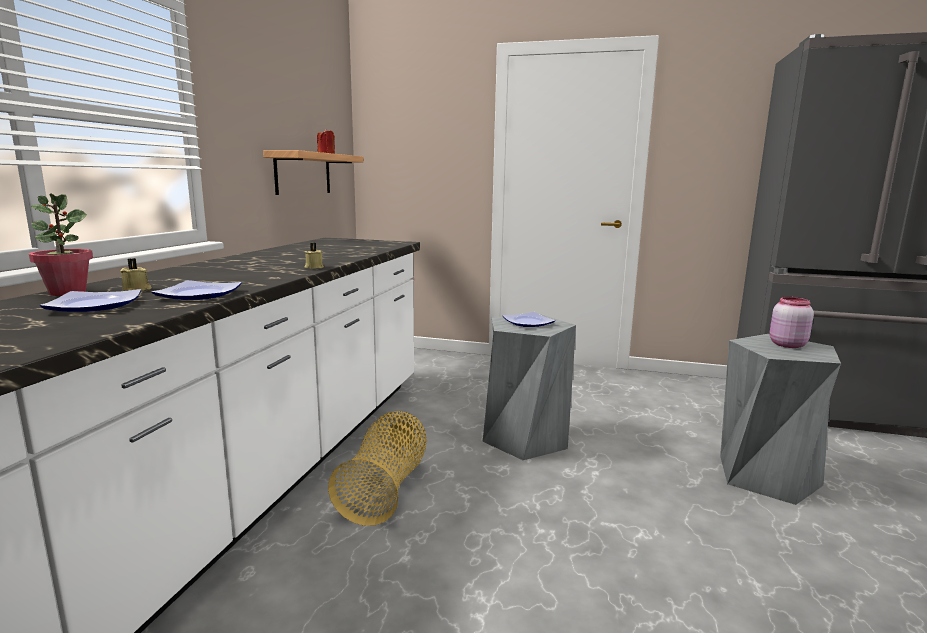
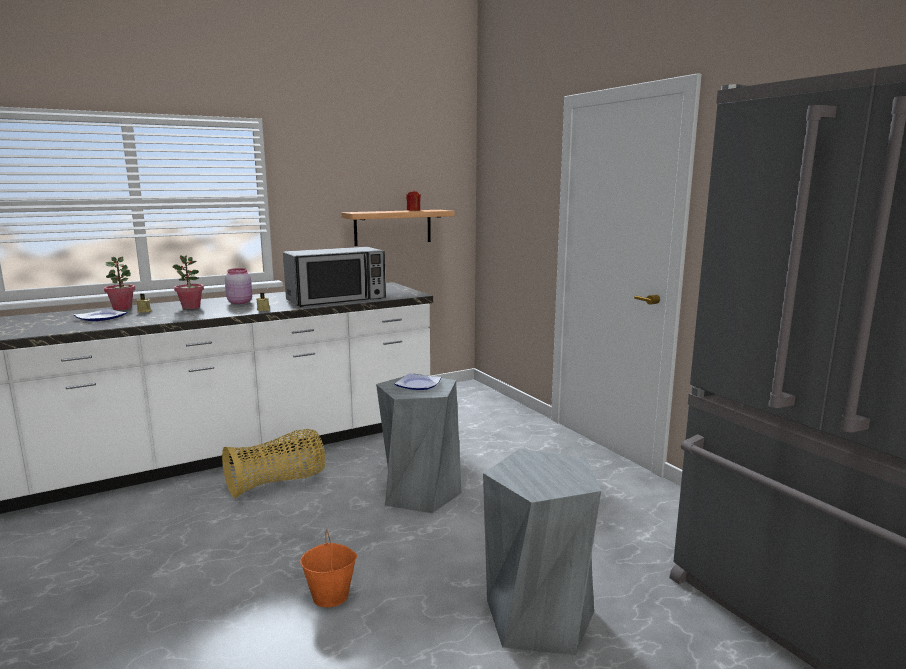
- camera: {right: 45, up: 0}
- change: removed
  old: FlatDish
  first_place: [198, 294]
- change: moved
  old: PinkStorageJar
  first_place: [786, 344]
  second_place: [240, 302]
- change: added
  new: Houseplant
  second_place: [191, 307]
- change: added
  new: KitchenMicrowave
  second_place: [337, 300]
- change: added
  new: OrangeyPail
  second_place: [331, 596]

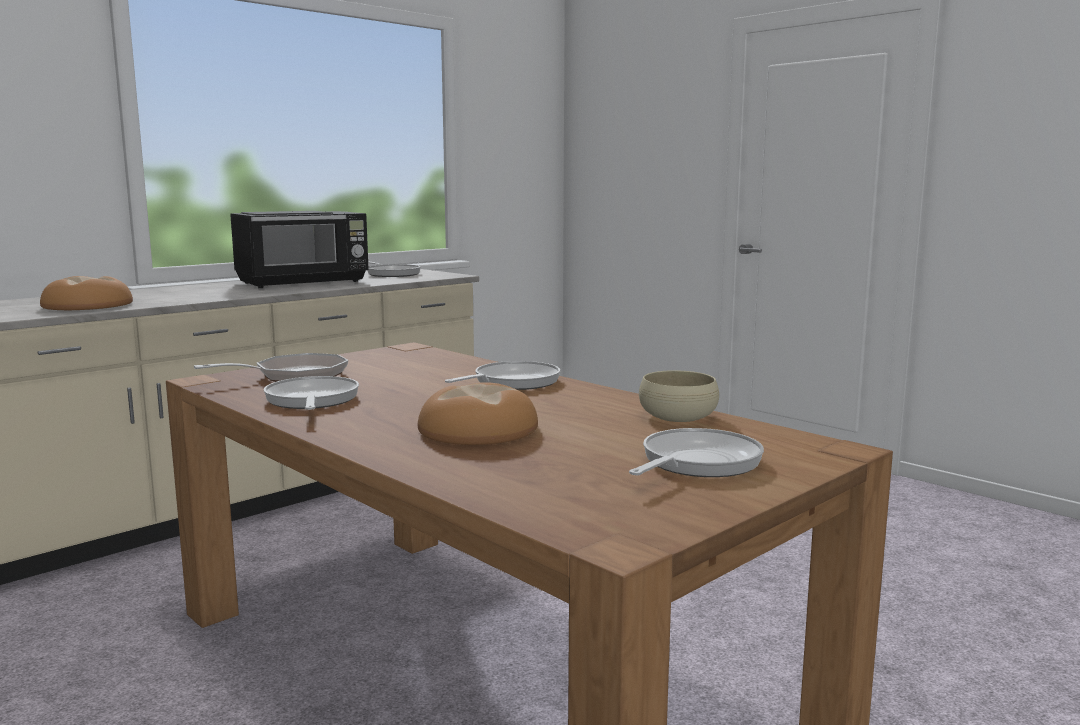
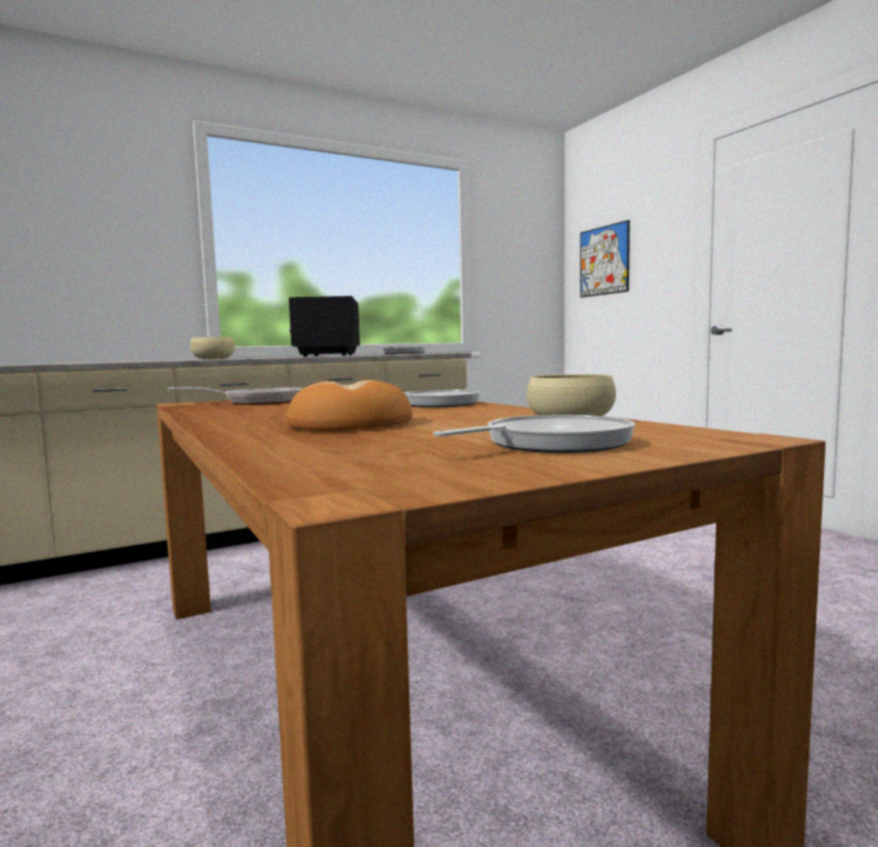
- camera: {right: 15, up: -5}
- change: removed
  old: Bread
  first_place: [87, 306]
- change: turned
  old: BlackColouredKitchenMicrowave
  first_place: [304, 282]
  second_place: [327, 355]
  degrees: 105
- change: removed
  old: FryingPan
  first_place: [311, 400]
- change: added
  new: SandColouredDeepDish
  second_place: [213, 359]
- change: added
  new: WallArt
  second_place: [604, 260]

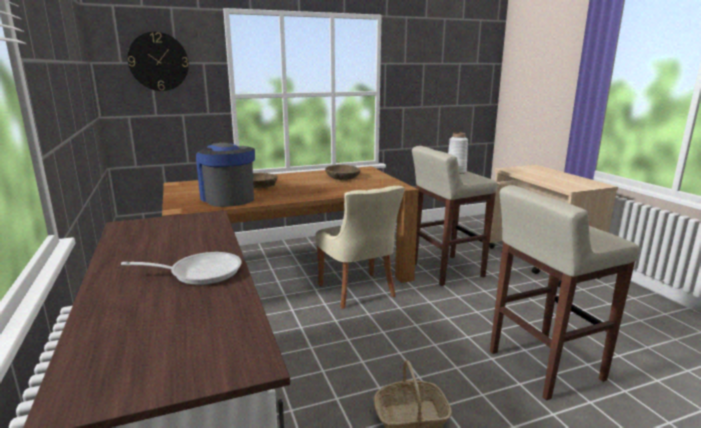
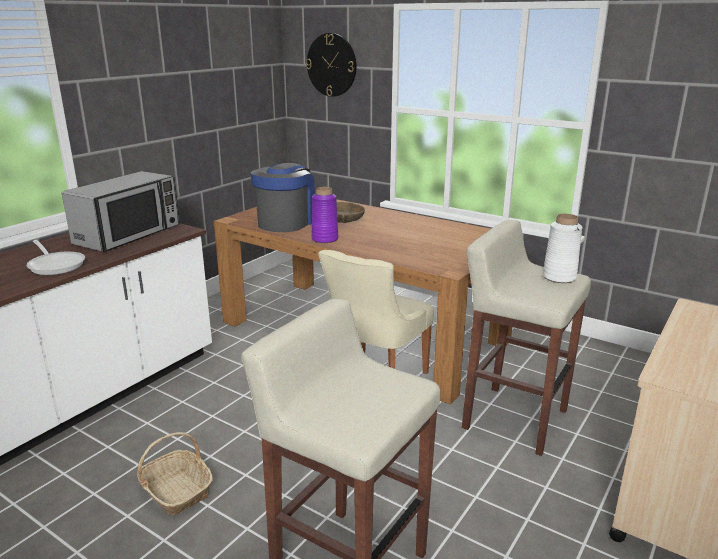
- camera: {right: 55, up: 5}
- change: removed
  old: BrownColouredDeepDish
  first_place: [342, 177]
- change: added
  new: KitchenMicrowave
  second_place: [129, 235]
- change: added
  new: PurpleDecorativeVase
  second_place: [325, 239]

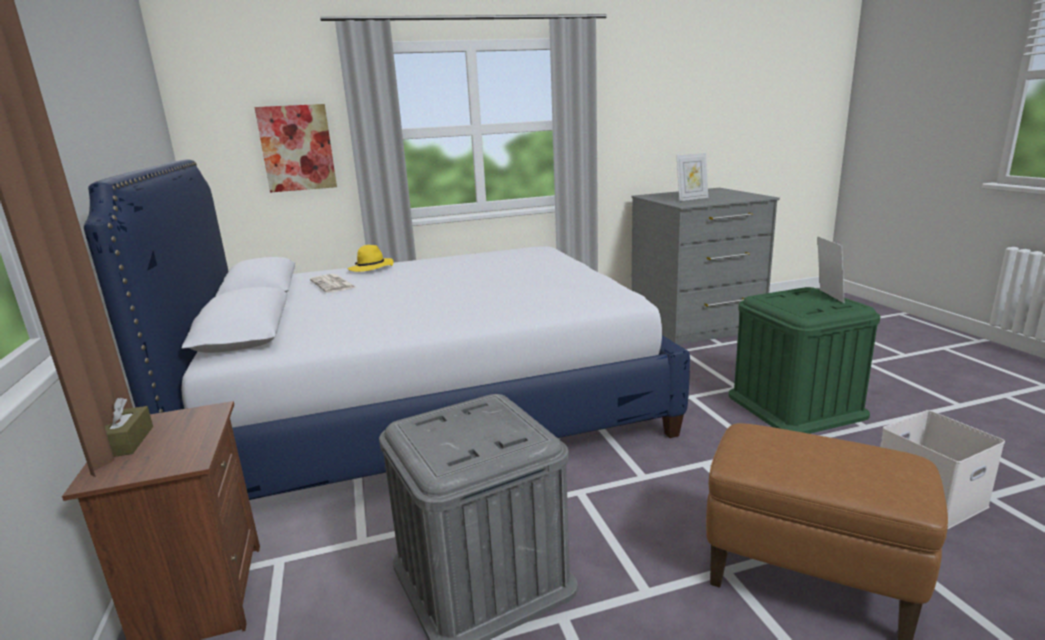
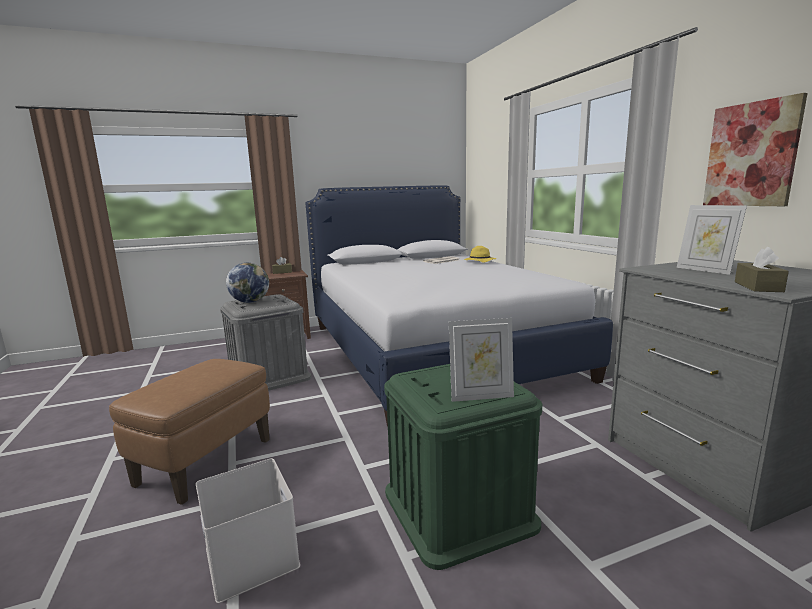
- camera: {right: 85, up: -5}
- change: moved
  old: WallArt
  first_place: [297, 148]
  second_place: [751, 155]
- change: added
  new: DeskGlobe
  second_place: [250, 302]
- change: added
  new: BrownColouredBoxOfTissues
  second_place: [758, 287]

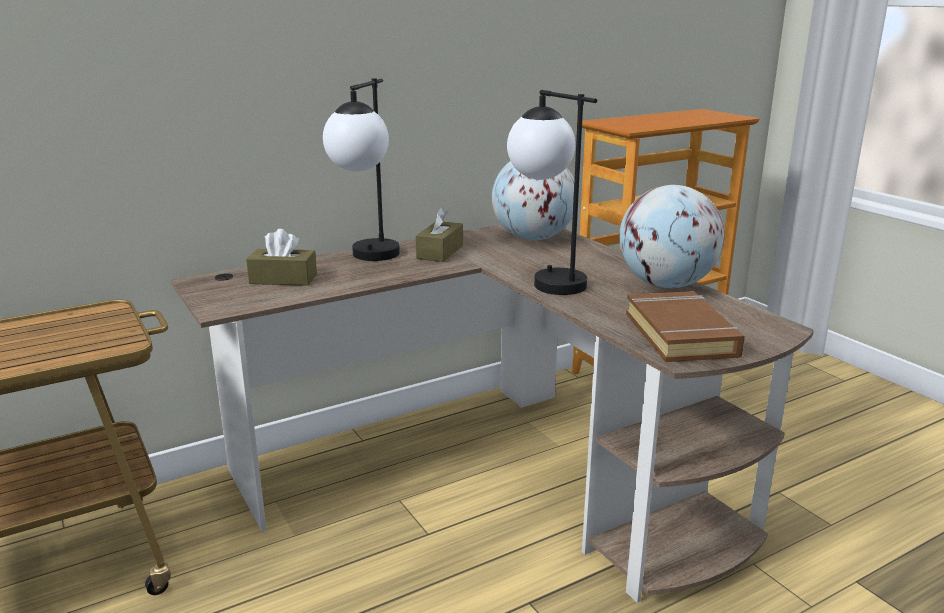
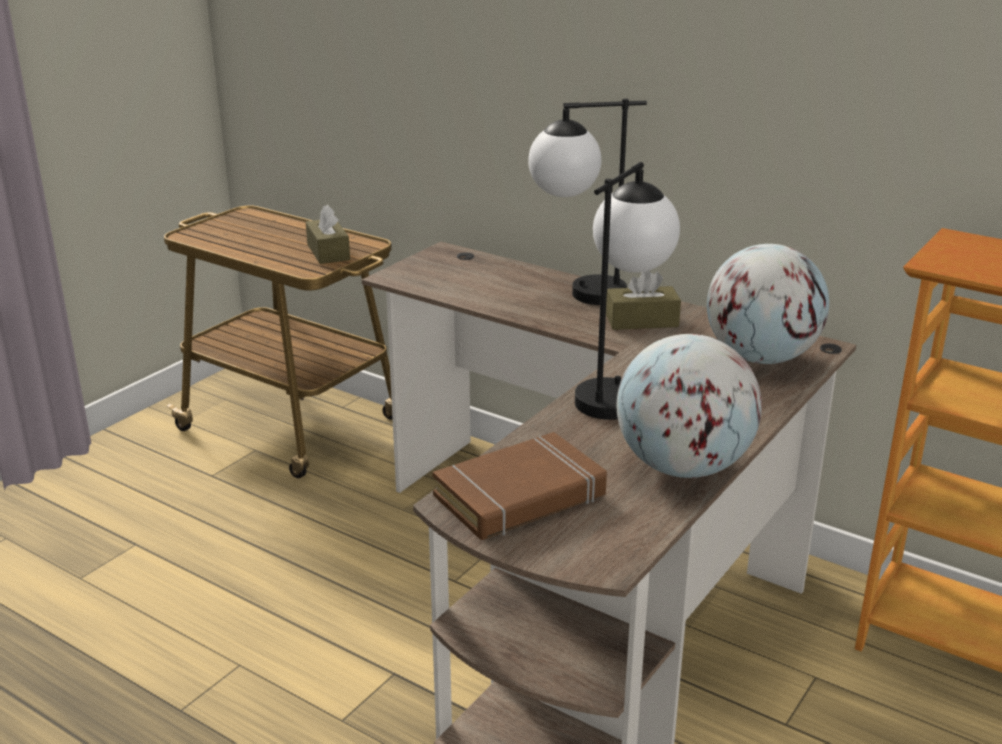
- camera: {right: 65, up: 5}
- change: moved
  old: BrownColouredBoxOfTissues
  first_place: [283, 279]
  second_place: [328, 252]

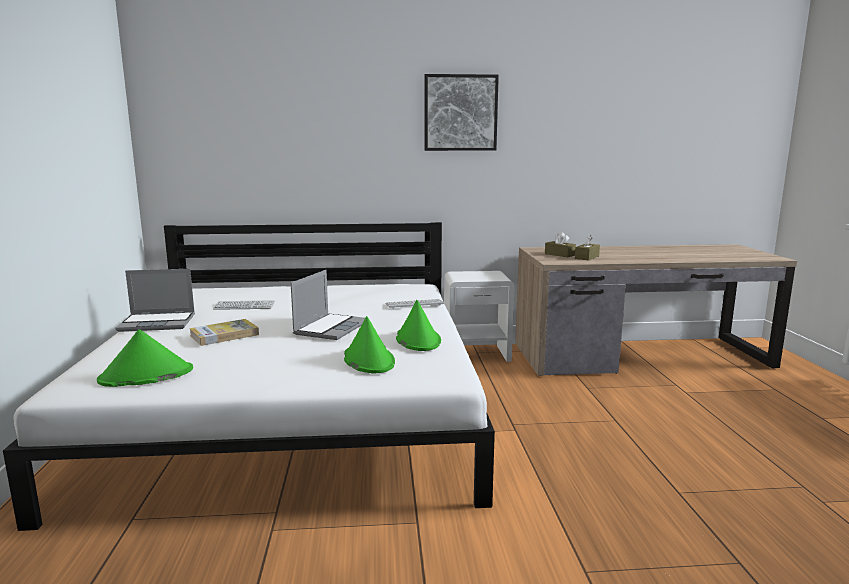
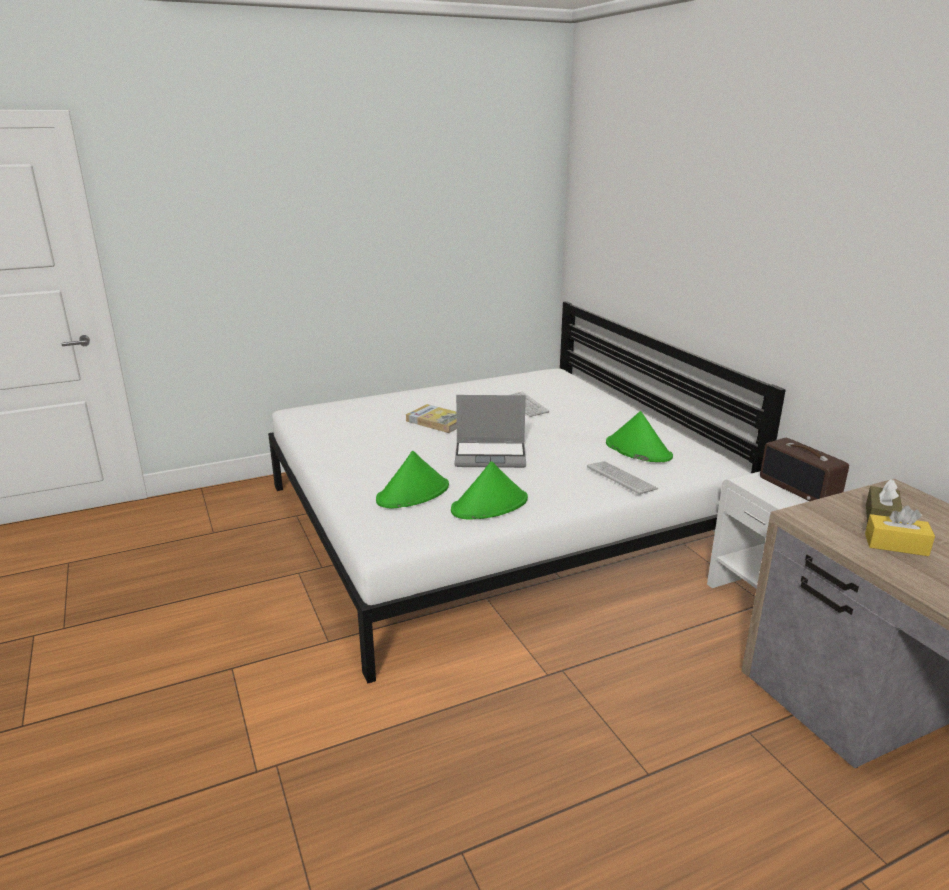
- camera: {right: 70, up: 10}
- change: moved
  old: GreenishHat
  first_place: [146, 375]
  second_place: [637, 450]
- change: removed
  old: Laptop
  first_place: [158, 323]
- change: removed
  old: WallArt
  first_place: [460, 113]
- change: recoloured
  old: BrownColouredBoxOfTissues
  new: YellowishBoxOfTissues
  first_place: [587, 257]
  second_place: [896, 545]
- change: added
  new: Radio
  second_place: [800, 488]

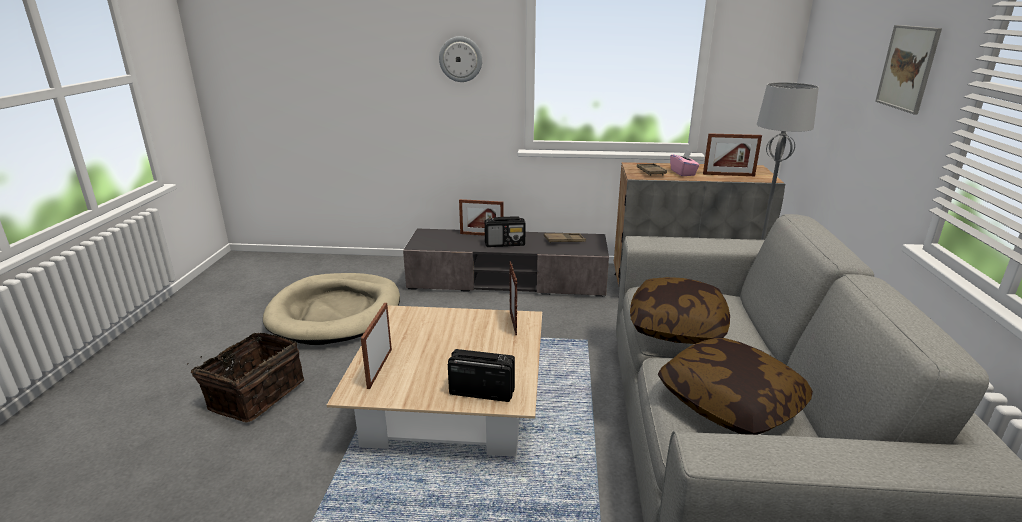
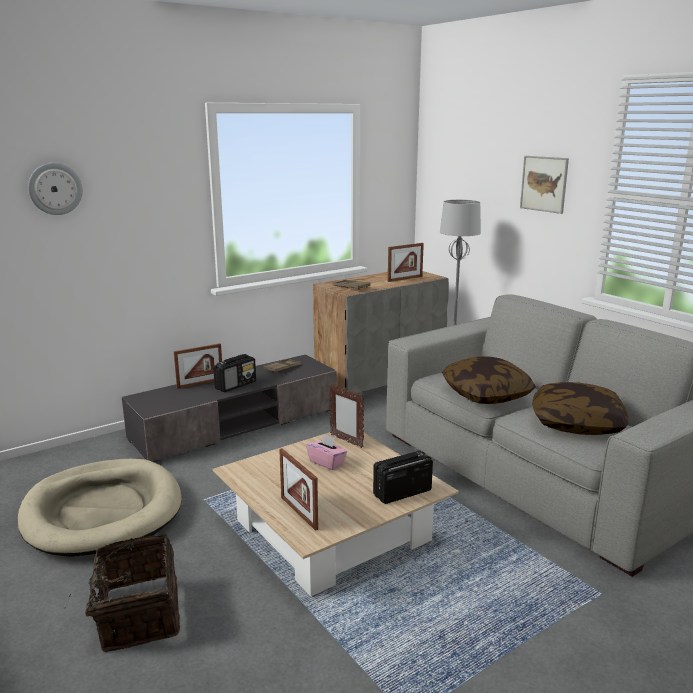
- camera: {right: -40, up: -5}
- change: moved
  old: HangingClock
  first_place: [460, 59]
  second_place: [55, 189]
- change: moved
  old: PinkBoxOfTissues
  first_place: [683, 173]
  second_place: [327, 462]

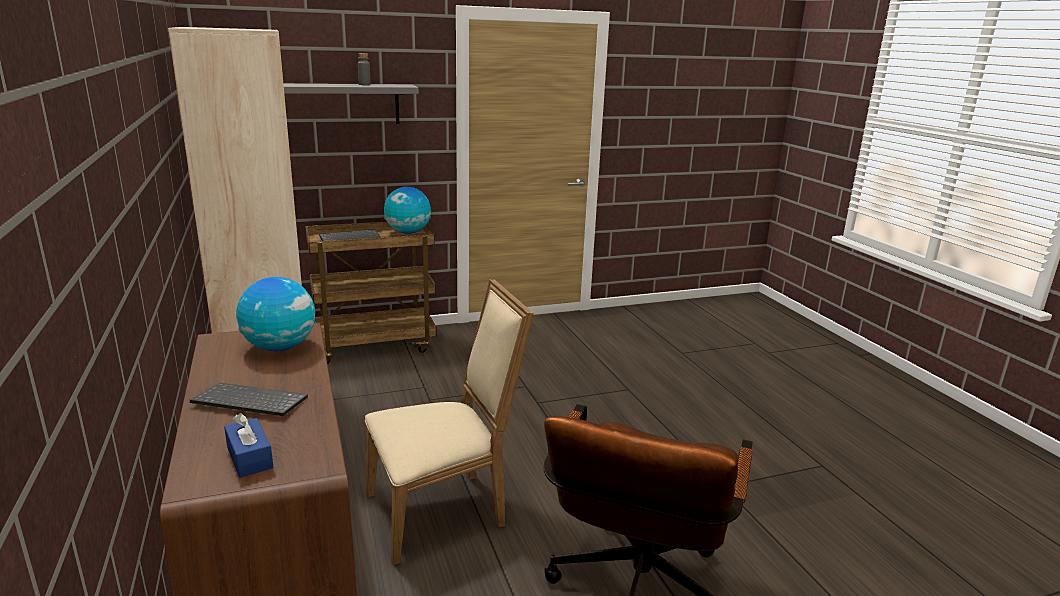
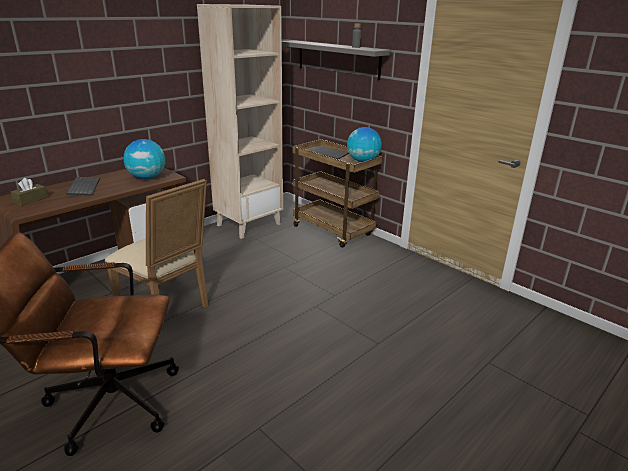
- camera: {right: 65, up: 5}
- change: recoloured
  old: BluishBoxOfTissues
  new: BrownColouredBoxOfTissues
  first_place: [249, 457]
  second_place: [31, 200]

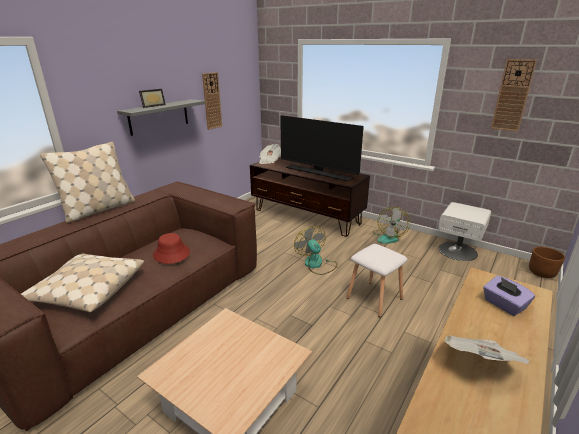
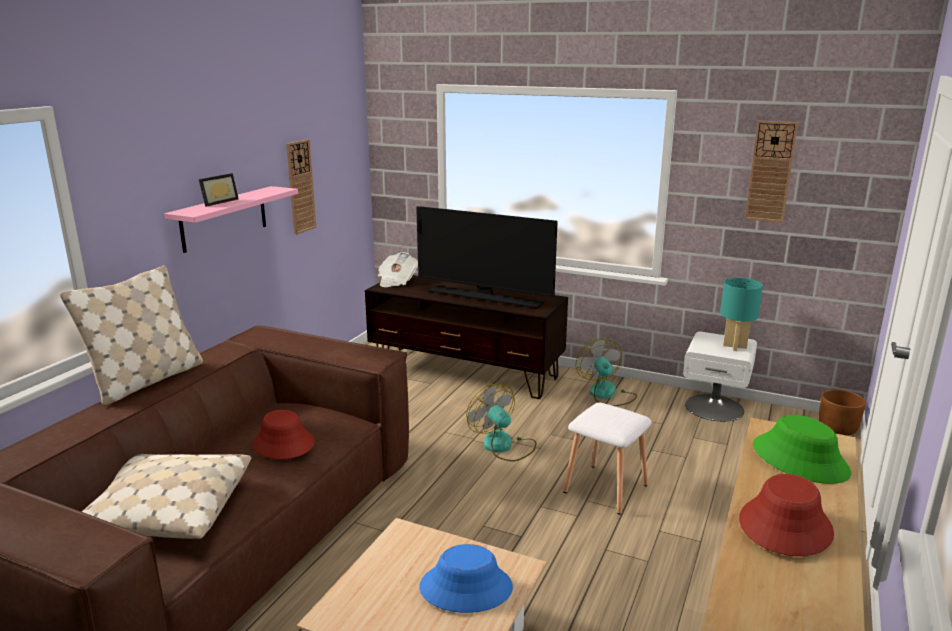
- camera: {right: -10, up: -5}
- change: recoloured
  old: GreyishShelf
  new: PinkShelf
  first_place: [159, 116]
  second_place: [224, 218]
- change: turned
  old: ElectricFan
  first_place: [389, 237]
  second_place: [606, 394]
  degrees: 150
- change: replaced
  old: PrintedPaper
  new: ReddishHat
  first_place: [479, 363]
  second_place: [784, 526]
- change: replaced
  old: PurpleBoxOfTissues
  new: GreenishHat
  first_place: [503, 305]
  second_place: [800, 459]
- change: added
  new: BluishHat
  second_place: [466, 587]
- change: added
  new: BlueGreenTableLamp
  second_place: [734, 346]

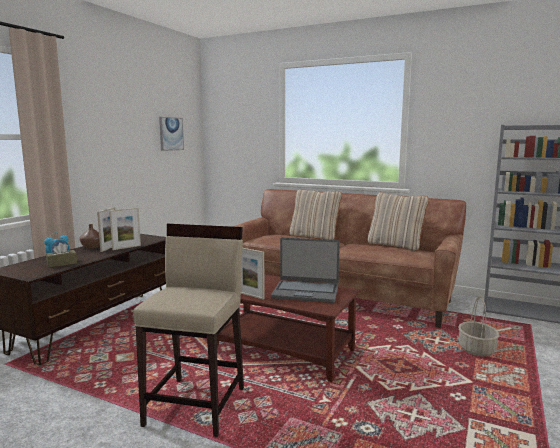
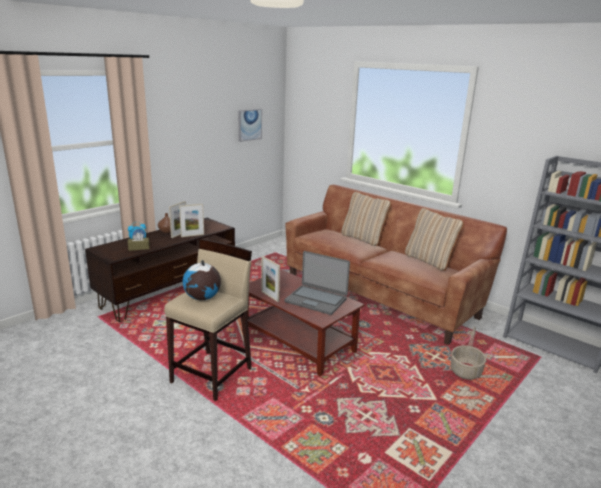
- camera: {right: 15, up: 10}
- change: added
  new: DeskGlobe
  second_place: [202, 298]

